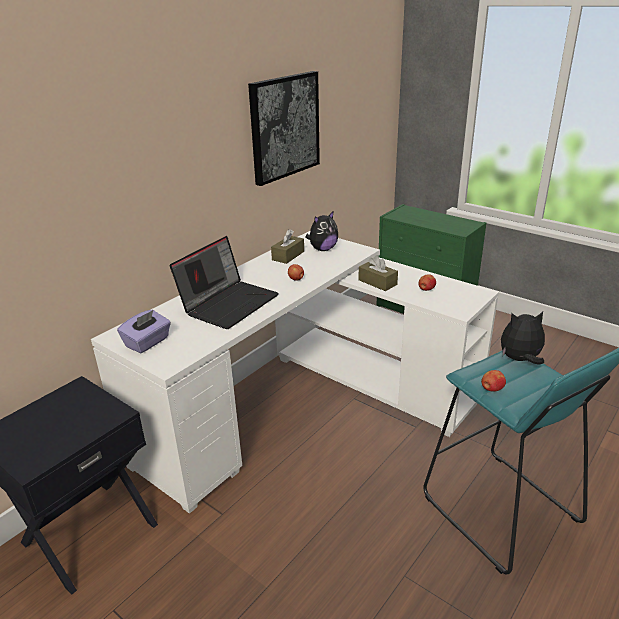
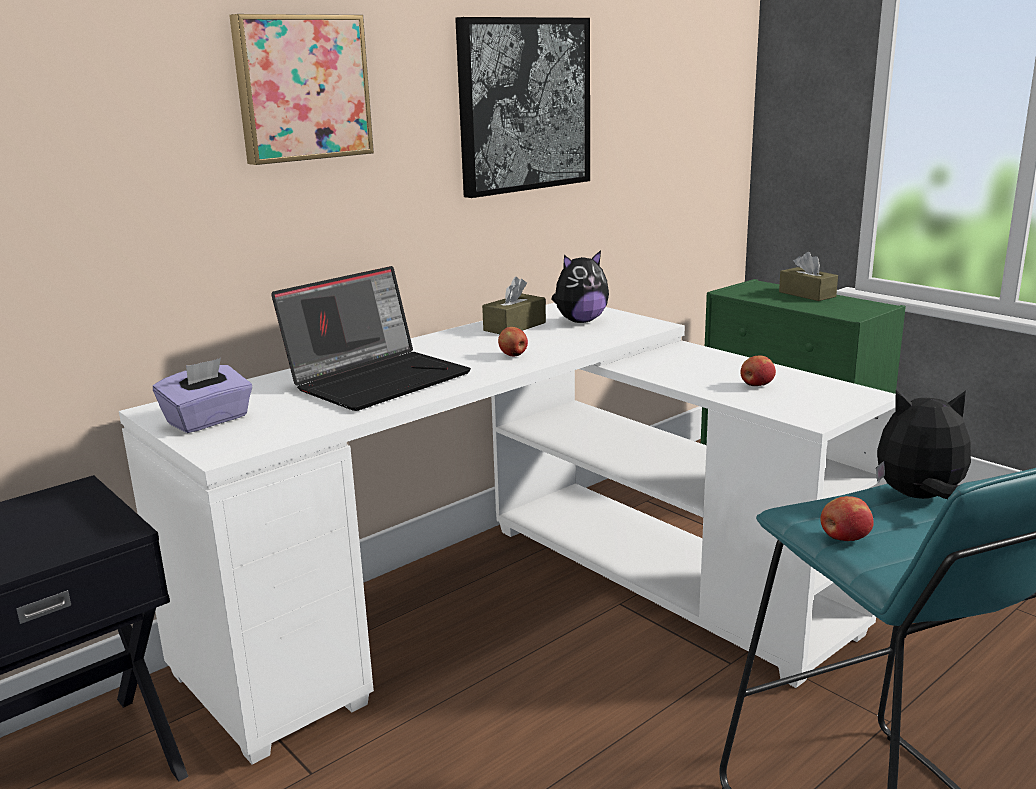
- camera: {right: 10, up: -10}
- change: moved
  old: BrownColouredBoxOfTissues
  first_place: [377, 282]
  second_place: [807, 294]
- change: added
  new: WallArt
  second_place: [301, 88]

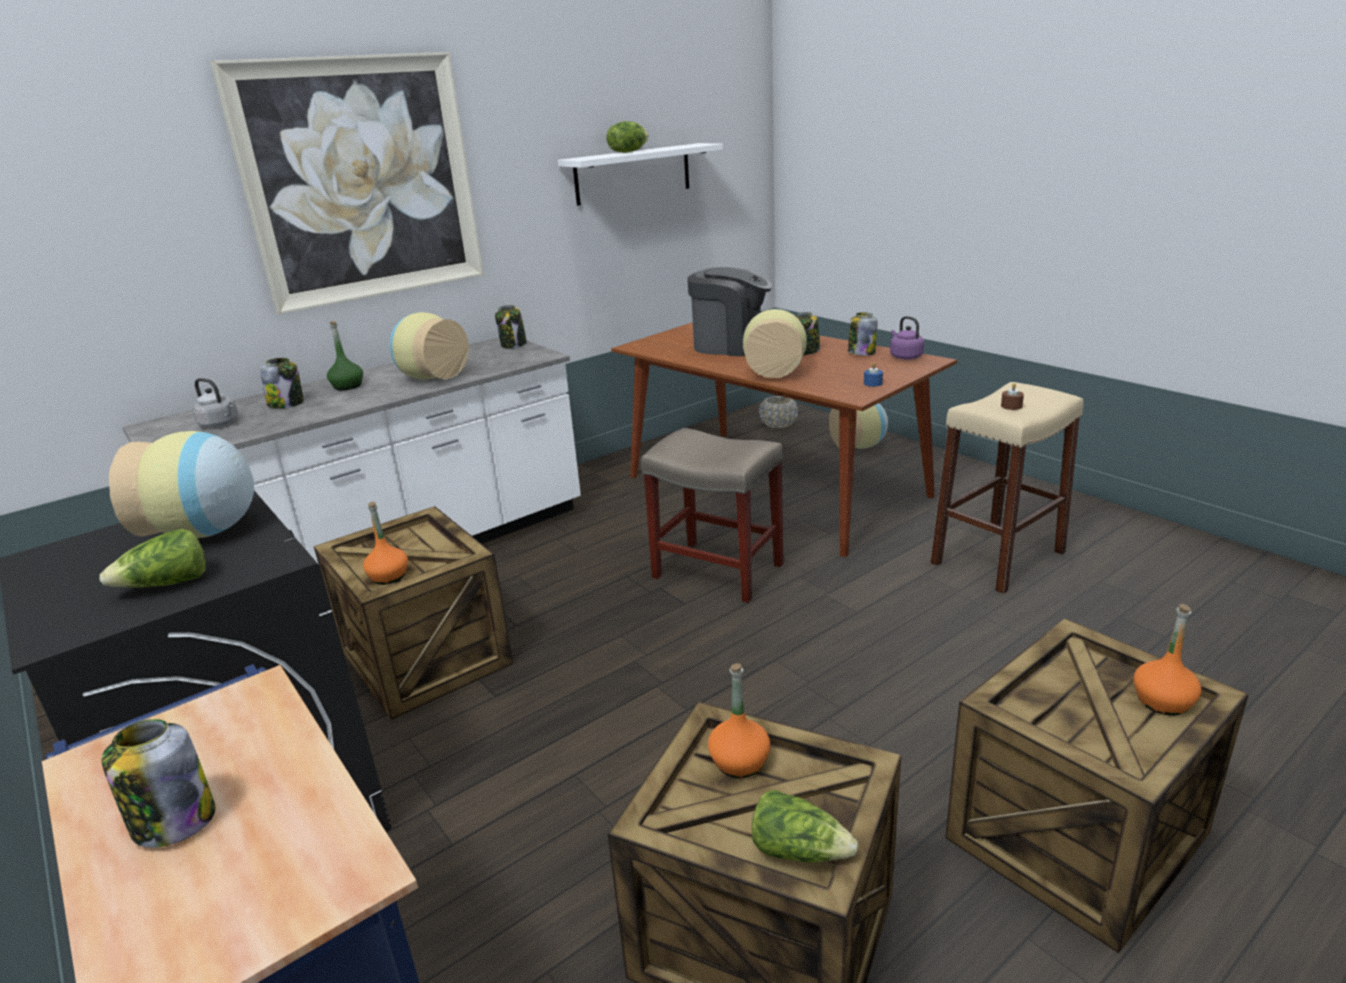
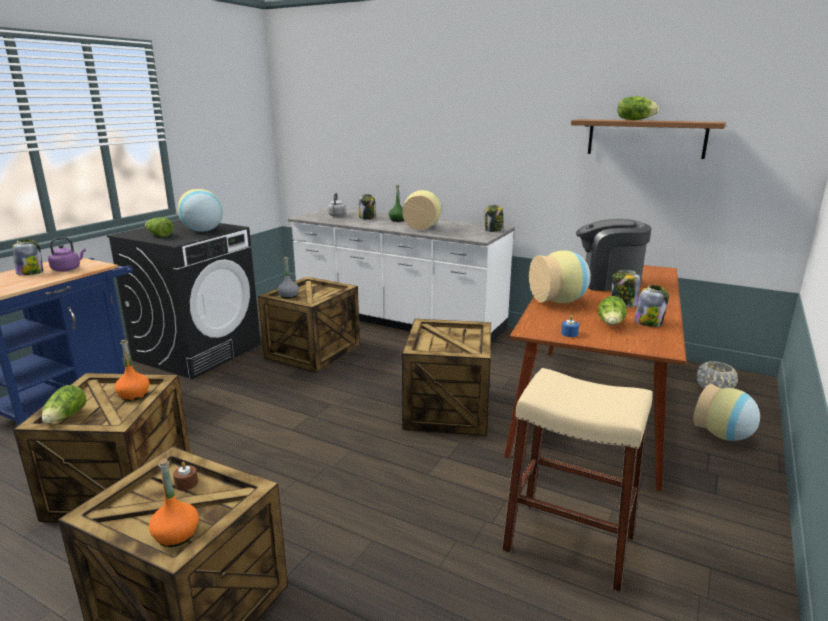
- camera: {right: 65, up: -5}
- change: removed
  old: WallArt
  first_place: [361, 180]
- change: recoloured
  old: OrangeyBeverageBottle
  new: GreyishBeverageBottle
  first_place: [389, 576]
  second_place: [288, 296]
- change: recoloured
  old: WhiteShelf
  new: BrownColouredShelf
  first_place: [633, 174]
  second_place: [646, 138]
- change: replaced
  old: SandColouredStoolSeat
  new: Crate
  first_place: [716, 570]
  second_place: [446, 408]
- change: turned
  old: CoffeeBrewer
  first_place: [731, 345]
  second_place: [607, 282]
  degrees: 105
- change: moved
  old: PurpleTeaKettle
  first_place: [905, 356]
  second_place: [68, 269]
- change: moved
  old: BrownColouredWaxLight
  first_place: [1011, 406]
  second_place: [186, 483]
- change: added
  new: LettuceHead
  second_place: [611, 324]

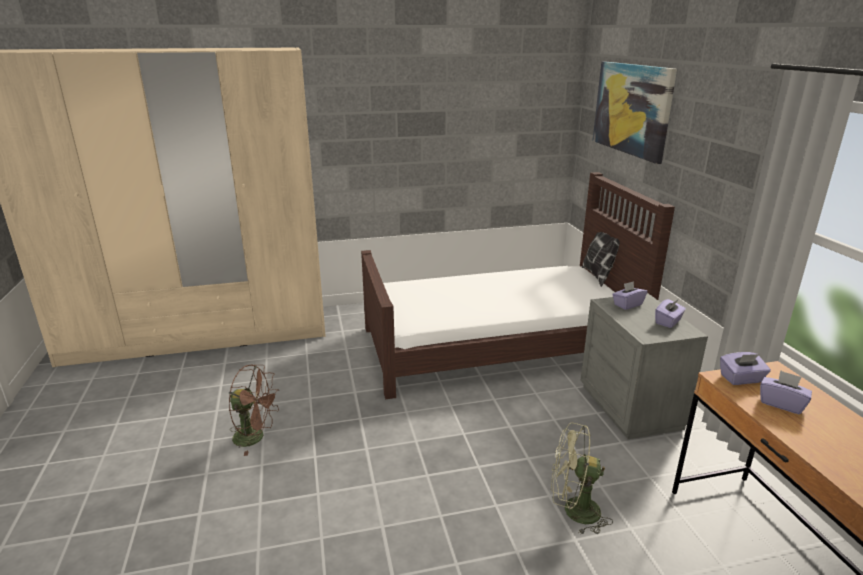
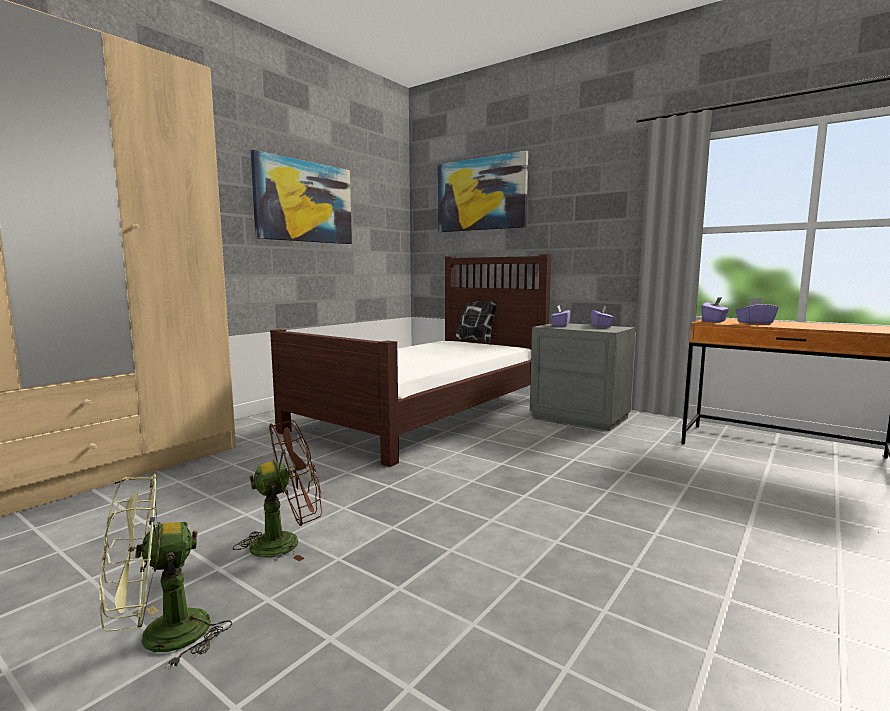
- camera: {right: -40, up: -15}
- change: moved
  old: GreenishElectricFan
  first_place: [573, 511]
  second_place: [159, 638]
- change: added
  new: WallArt
  second_place: [304, 202]

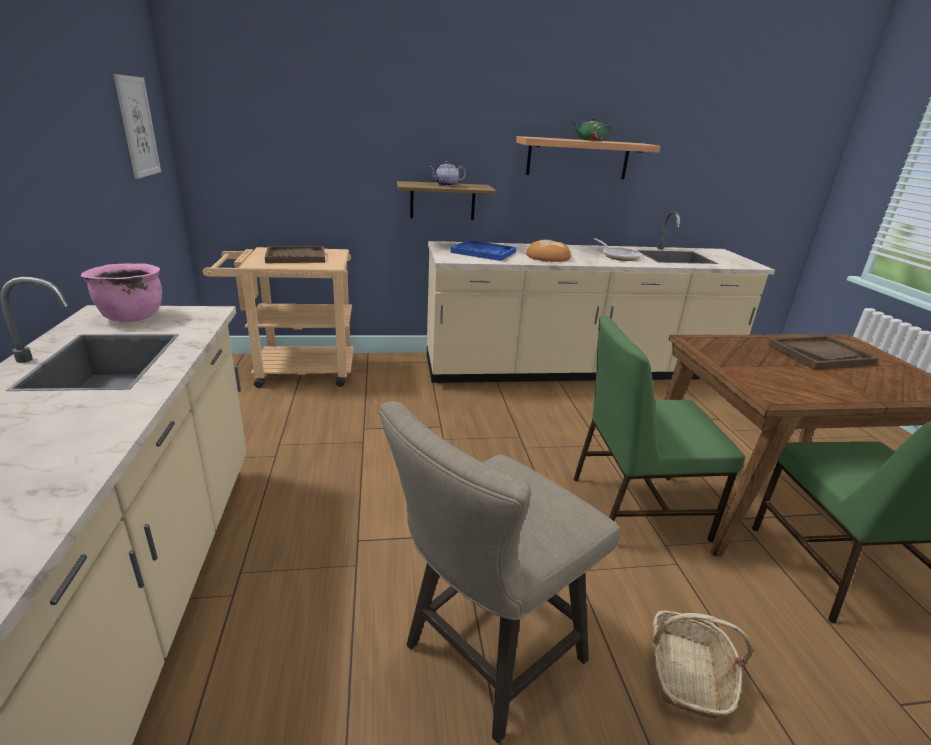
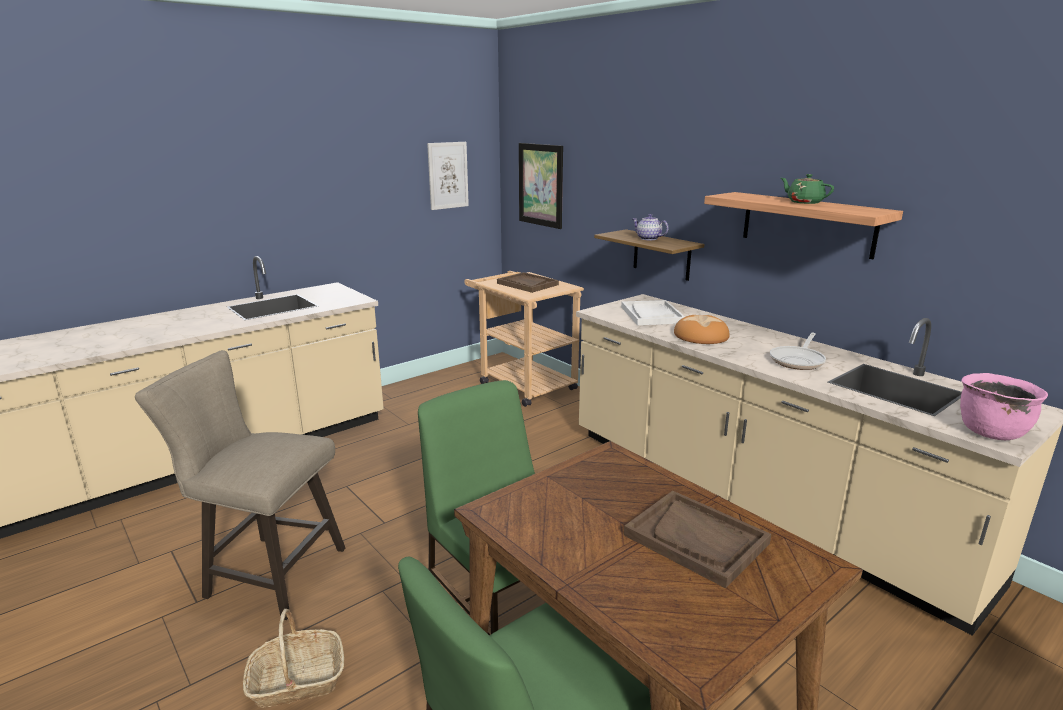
- camera: {right: 60, up: -5}
- change: moved
  old: PinkCookingPot
  first_place: [132, 317]
  second_place: [990, 432]
- change: recoloured
  old: BluishCarryingTray
  new: WhiteCarryingTray
  first_place: [483, 252]
  second_place: [651, 315]
- change: added
  new: WallArt
  second_place: [540, 185]

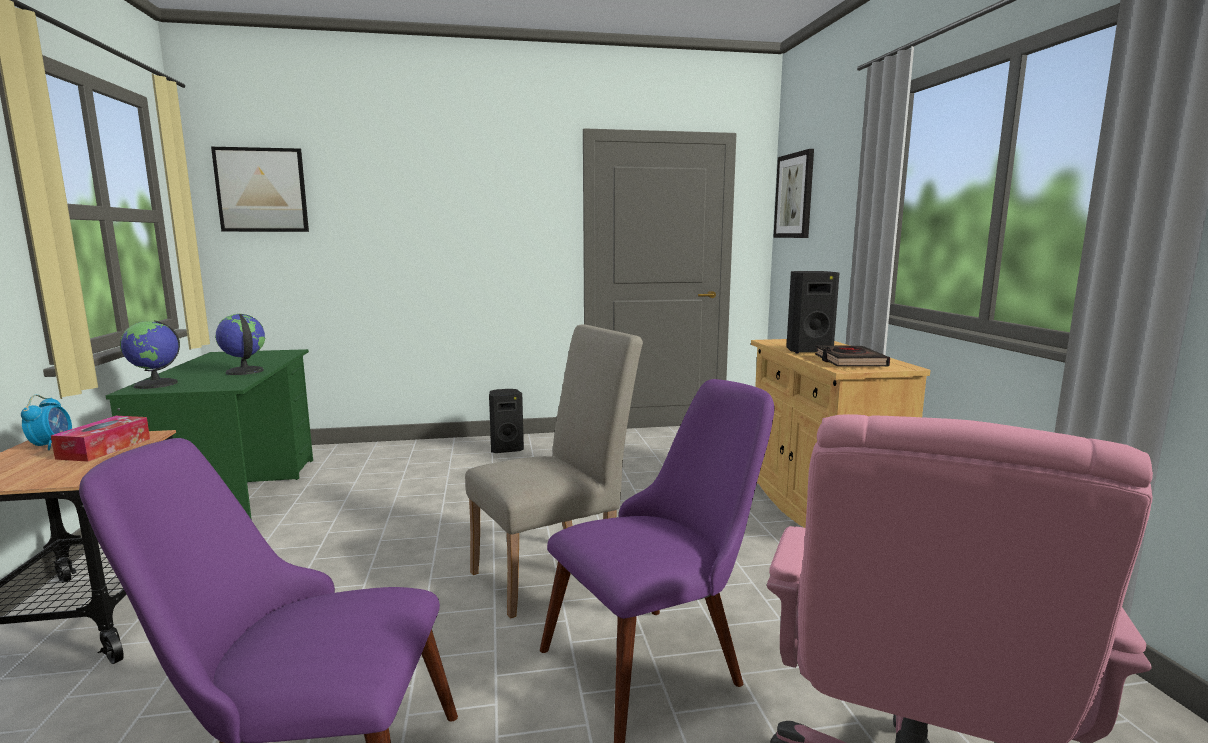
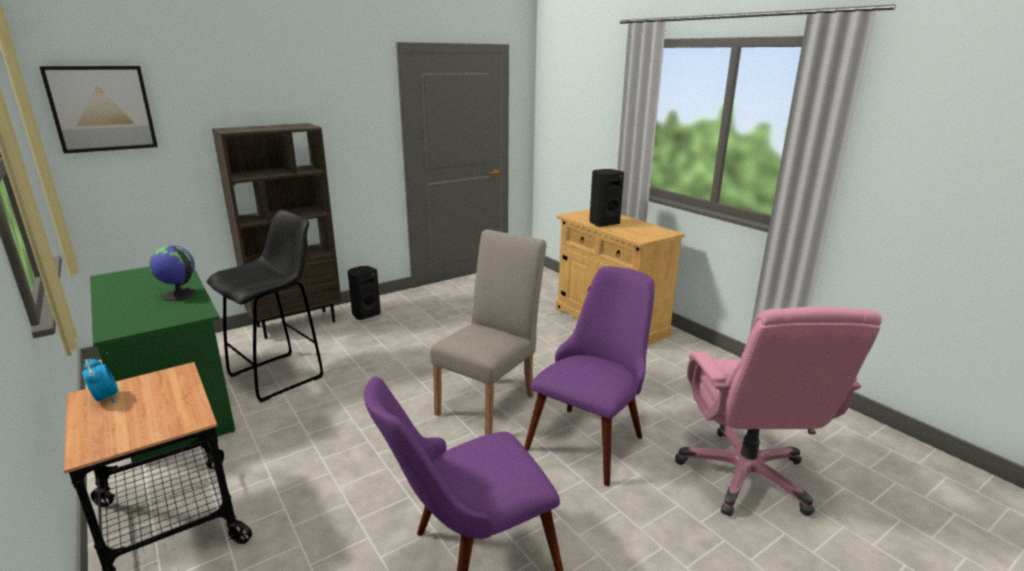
- camera: {right: -25, up: 10}
- change: removed
  old: BoxOfTissues
  first_place: [104, 448]
- change: removed
  old: DeskGlobe
  first_place: [156, 384]
- change: removed
  old: WallArt
  first_place: [794, 196]
- change: removed
  old: BlackColouredVolume
  first_place: [849, 361]
- change: added
  new: BlackColouredStoolSeat
  second_place: [279, 375]
- change: added
  new: BrownColouredBookshelf
  second_place: [297, 323]

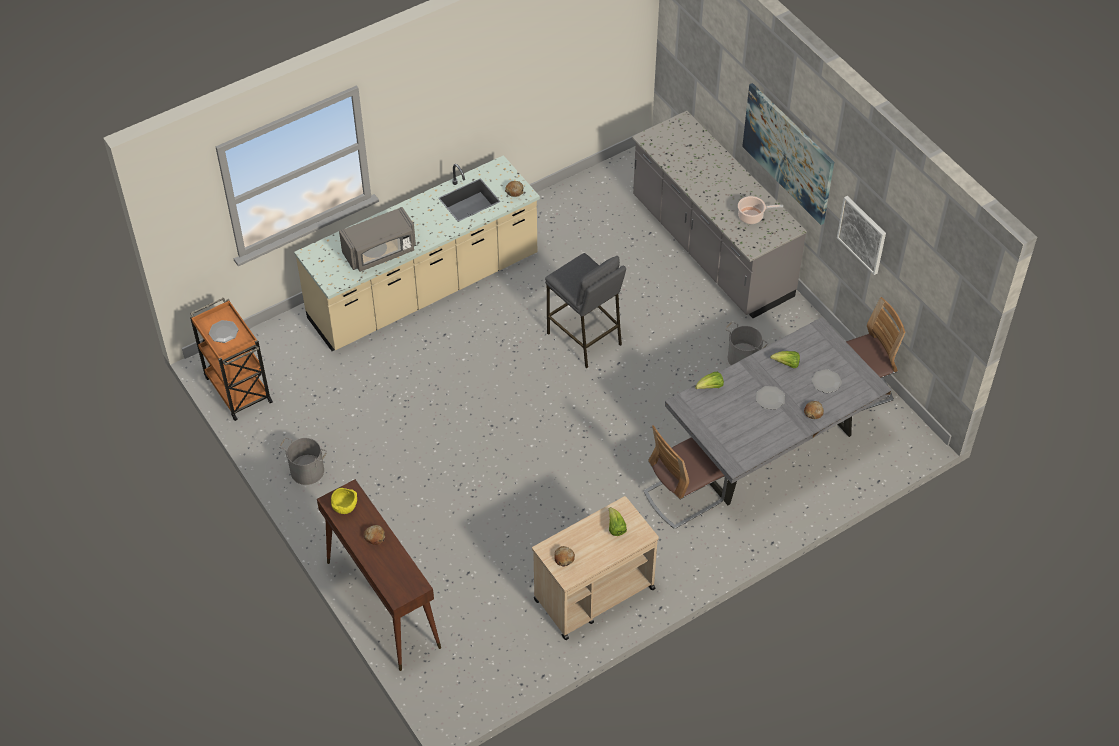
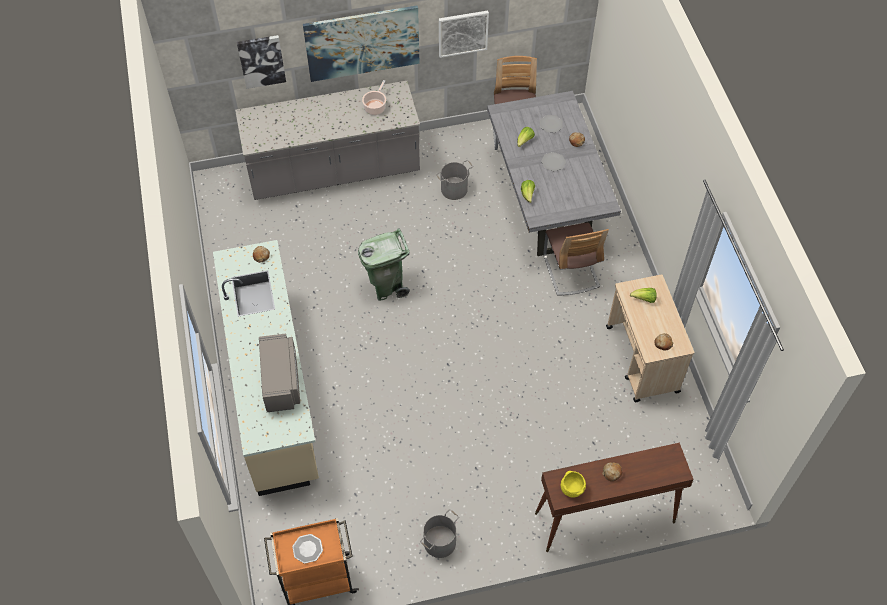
- camera: {right: -70, up: 5}
- change: replaced
  old: GreyishStoolSeat
  new: GreenishTrashCan
  first_place: [584, 339]
  second_place: [386, 286]
- change: added
  new: WallArt
  second_place: [261, 61]

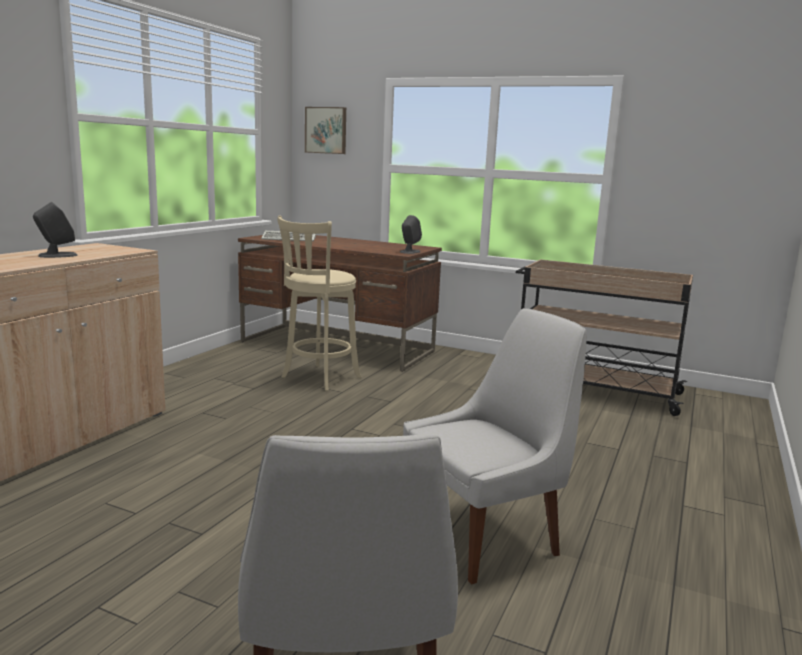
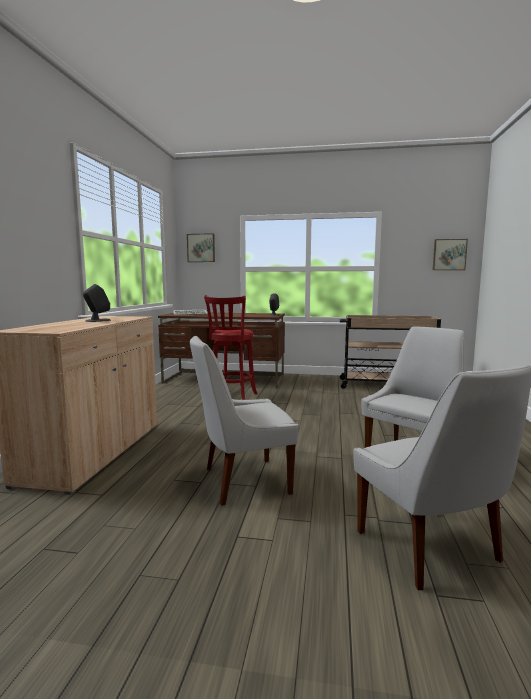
- camera: {right: -15, up: -5}
- change: recoloured
  old: SandColouredStoolSeat
  new: ReddishStoolSeat
  first_place: [318, 378]
  second_place: [232, 397]
- change: added
  new: WhiteChair
  second_place: [242, 481]
- change: added
  new: WallArt
  second_place: [449, 254]

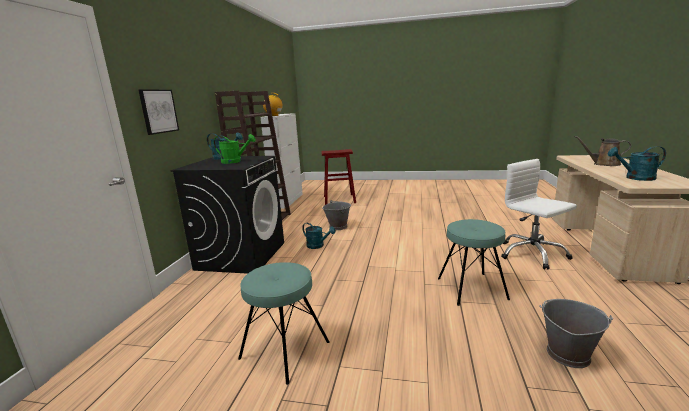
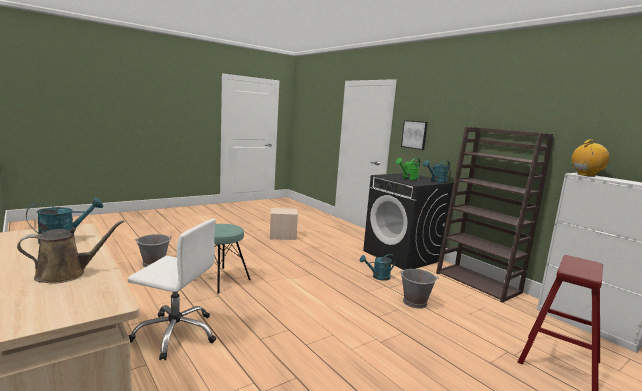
- camera: {right: 130, up: -5}
- change: replaced
  old: BlueGreenStoolSeat
  new: SandColouredStorageContainer
  first_place: [284, 350]
  second_place: [282, 236]

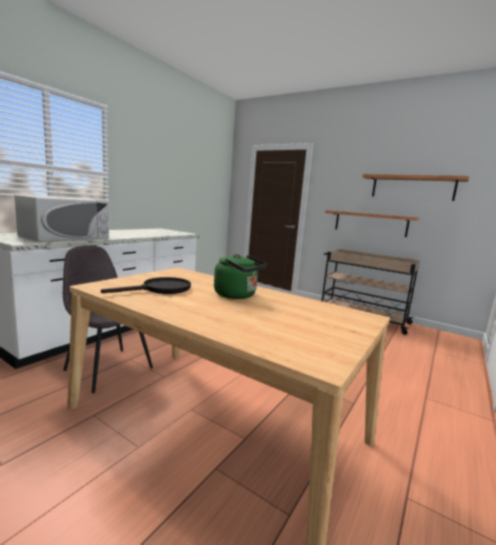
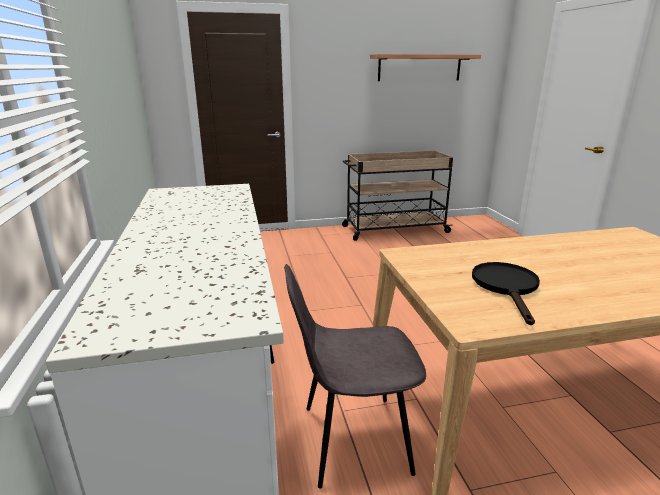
- camera: {right: -45, up: 10}
- change: removed
  old: WhiteKitchenMicrowave
  first_place: [65, 237]
- change: removed
  old: GreenishTeaKettle
  first_place: [237, 295]
- change: removed
  old: Shelf
  first_place: [370, 223]

